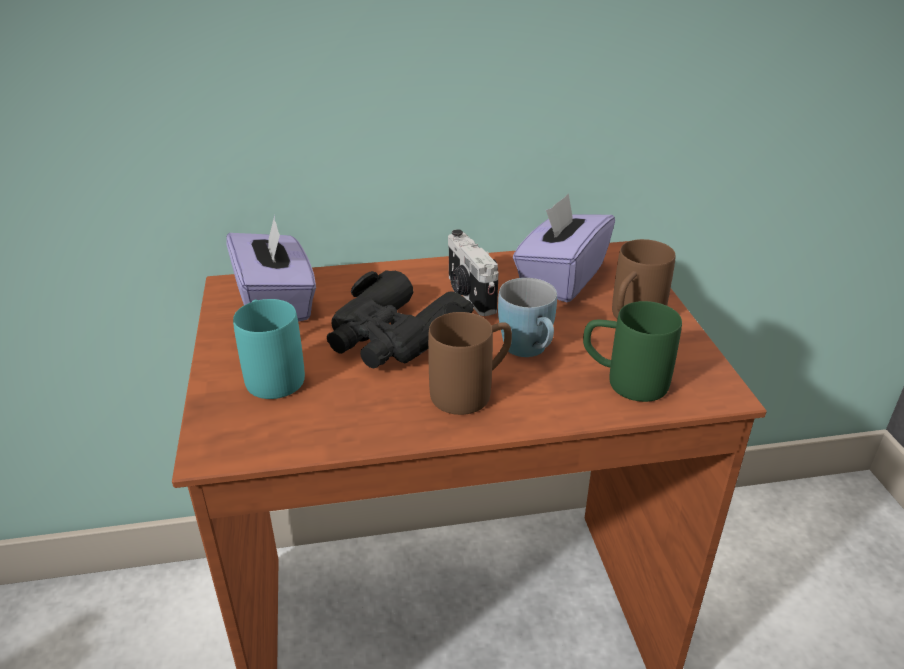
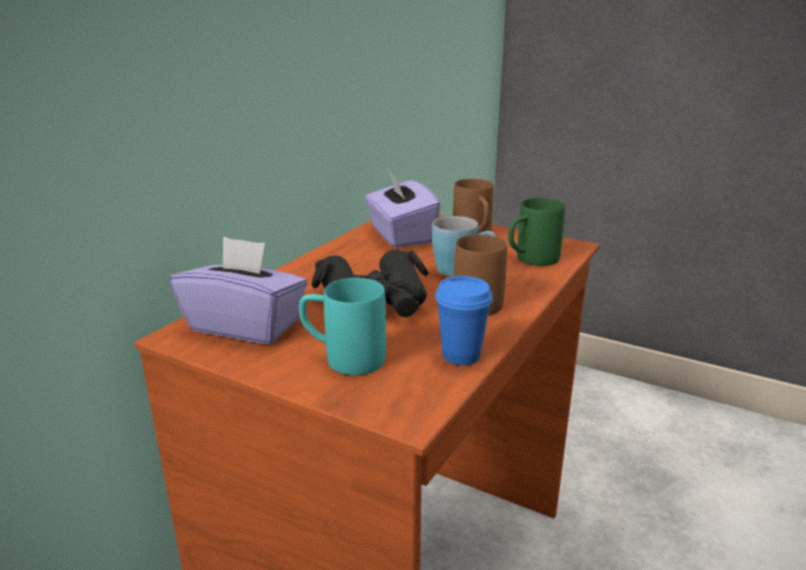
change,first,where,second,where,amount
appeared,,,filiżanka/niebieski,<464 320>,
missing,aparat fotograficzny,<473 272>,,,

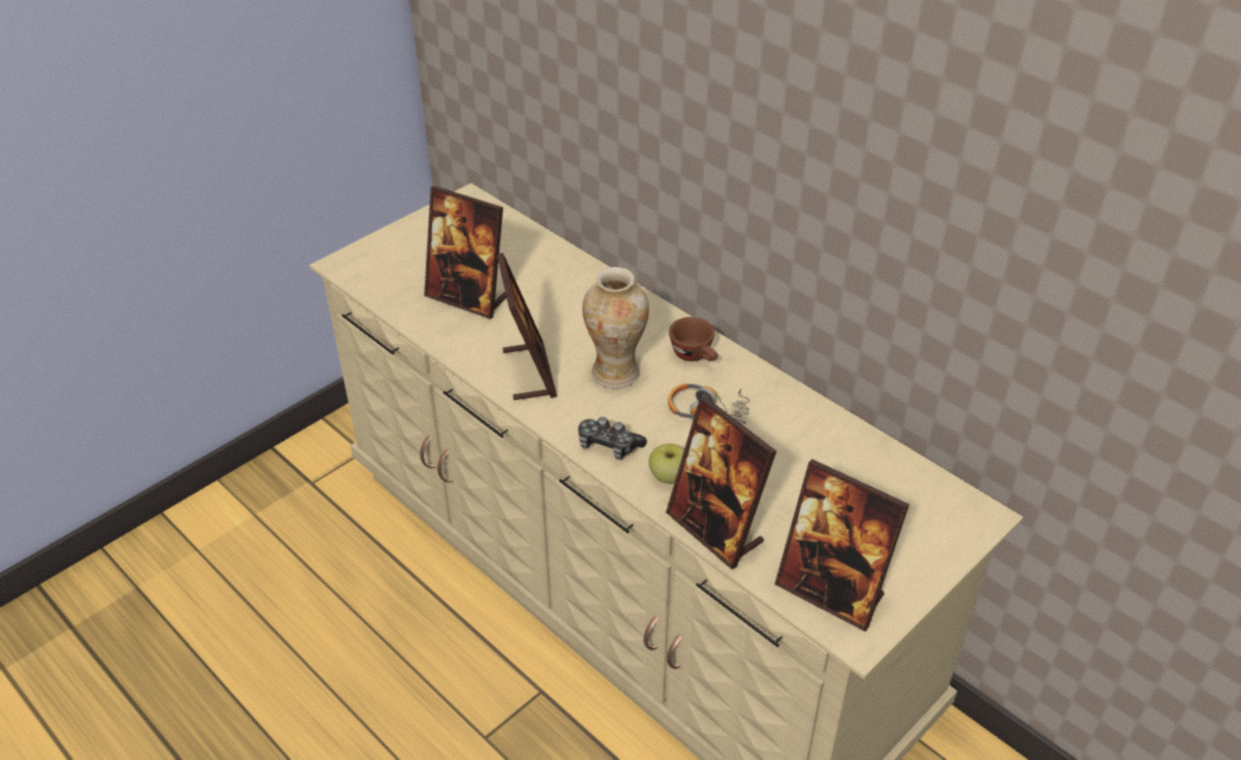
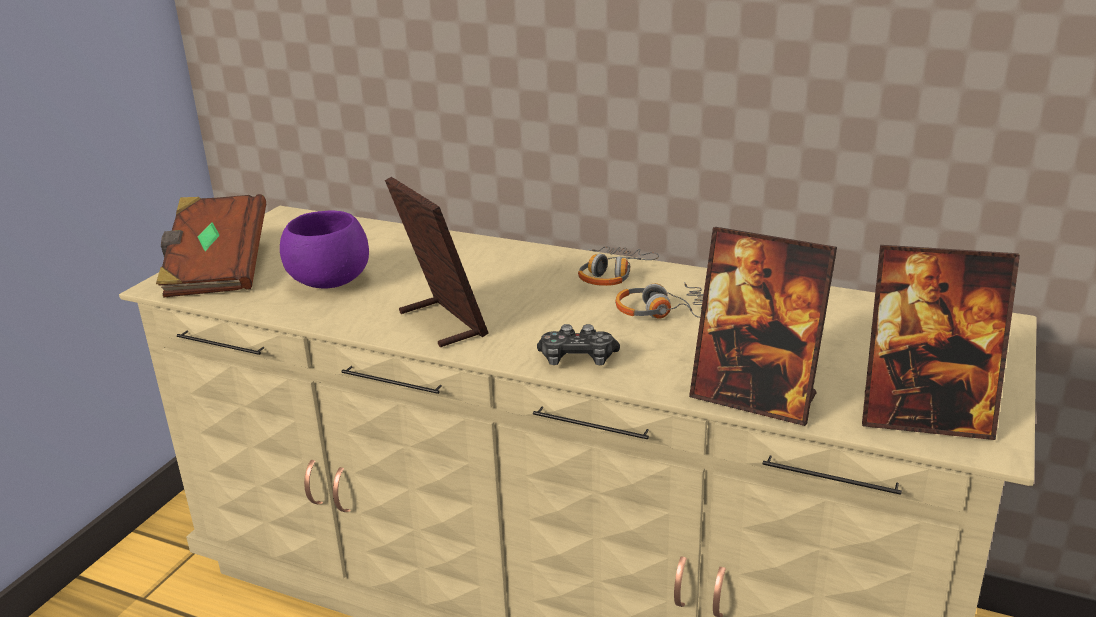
change,first,where,second,where,amount
appeared,,,książka/brązowy,<211 246>,
exchanged,ramka na zdjęcie,<465 252>,miska/fioletowy,<324 249>,
exchanged,filiżanka/brązowy,<693 339>,słuchawki,<618 266>,
missing,wazon,<615 328>,,,
missing,jabłko,<666 464>,,,

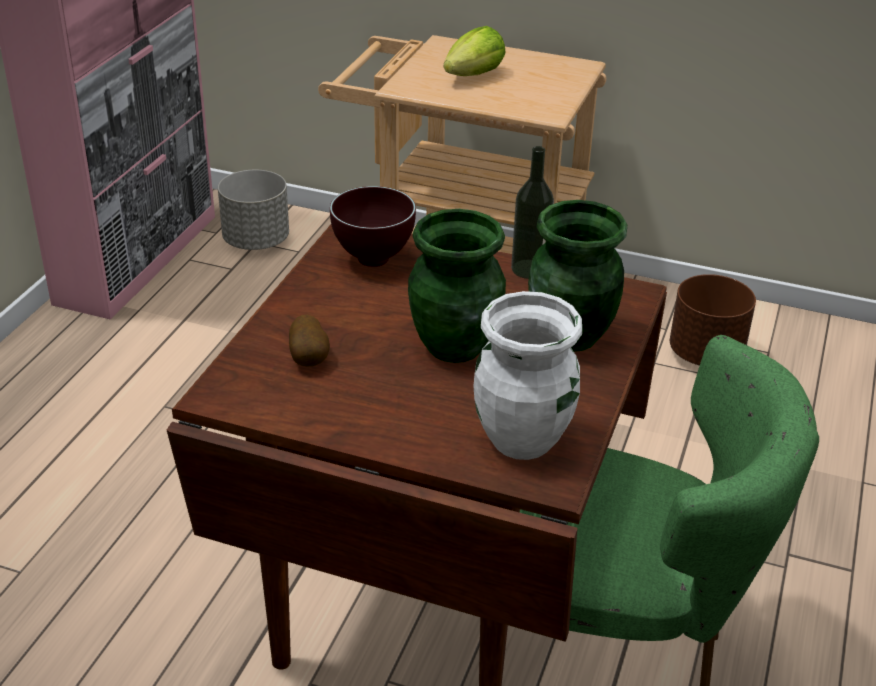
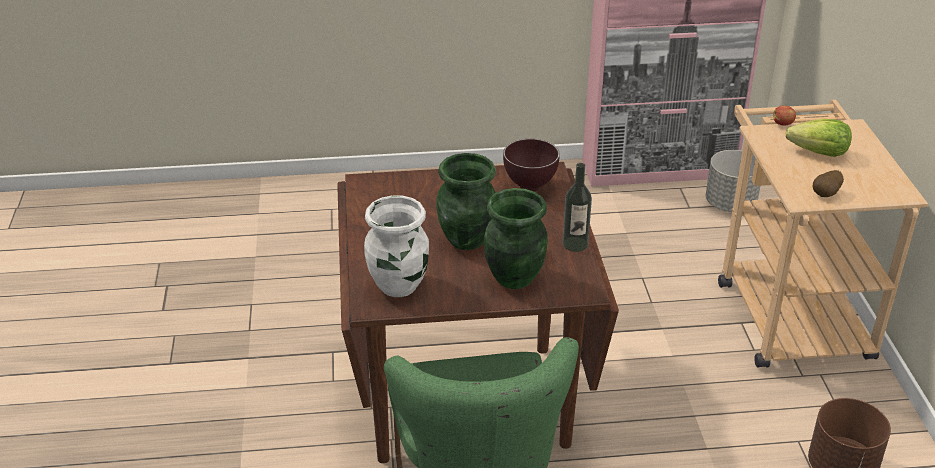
change,first,where,second,where,amount
appeared,,,jabłko,<784 116>,
relocated,ziemniak,<309 341>,,<828 183>,

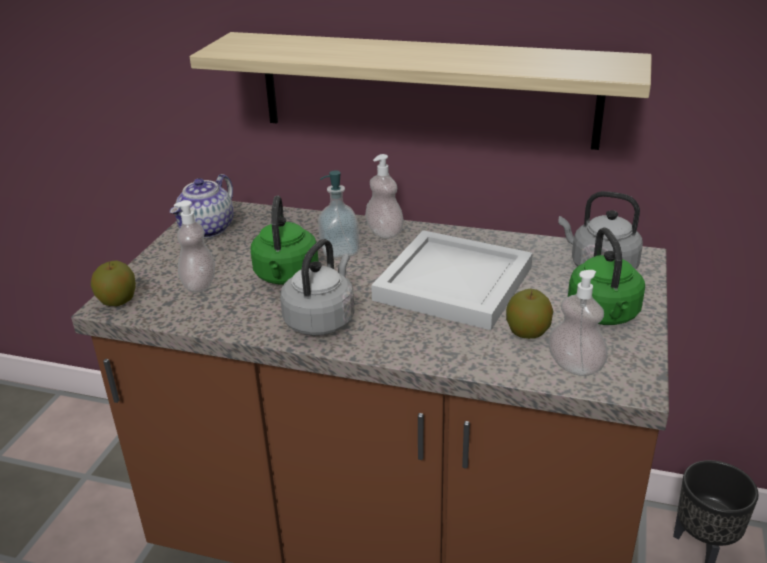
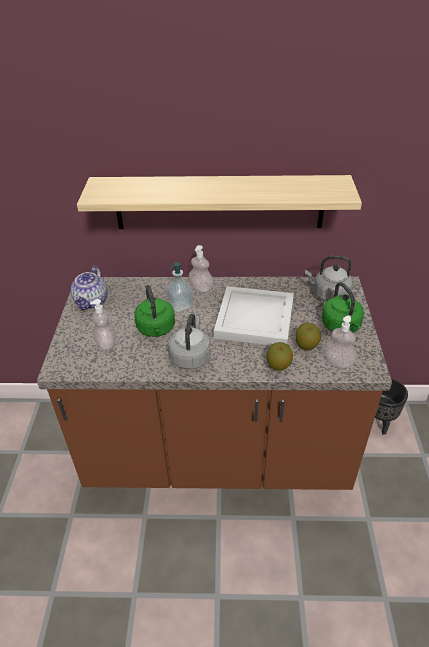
change,first,where,second,where,amount
relocated,jabłko,<113 283>,,<279 356>,

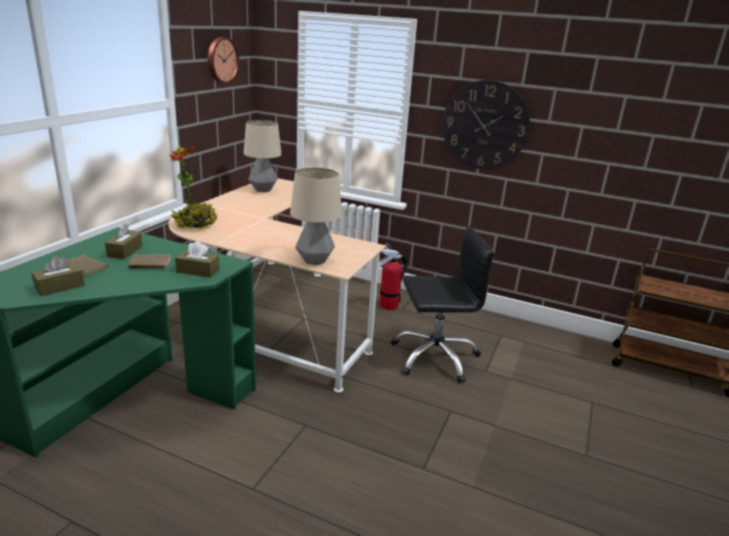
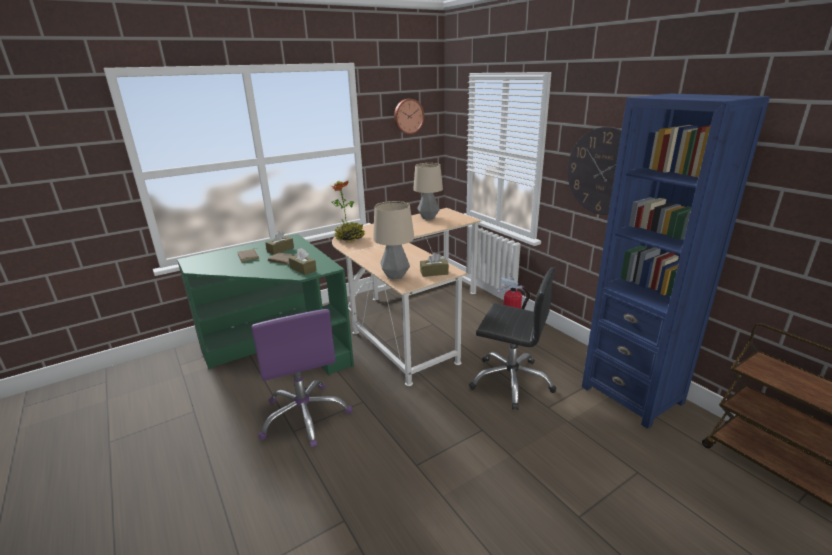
change,first,where,second,where,amount
appeared,,,krzesło biurowe/fioletowy,<302 378>,
relocated,pudełko chusteczek/brązowy,<58 276>,,<434 264>,
appeared,,,regał/niebieski,<676 261>,

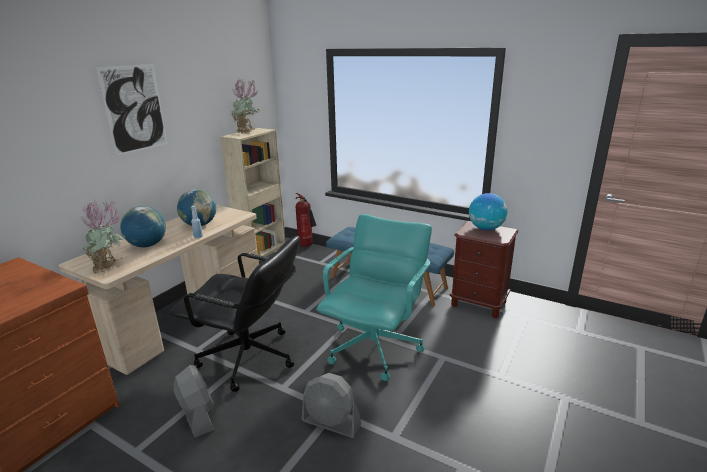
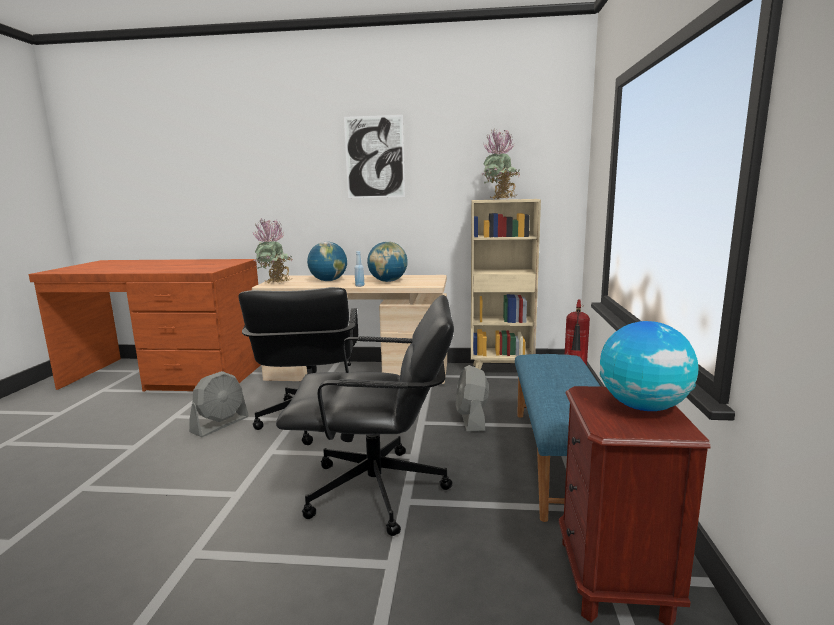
change,first,where,second,where,amount
colour,krzesło biurowe/turkusowy,<374 297>,krzesło biurowe/czarny,<365 415>,
relocated,wentylator/szary,<331 405>,,<472 398>,

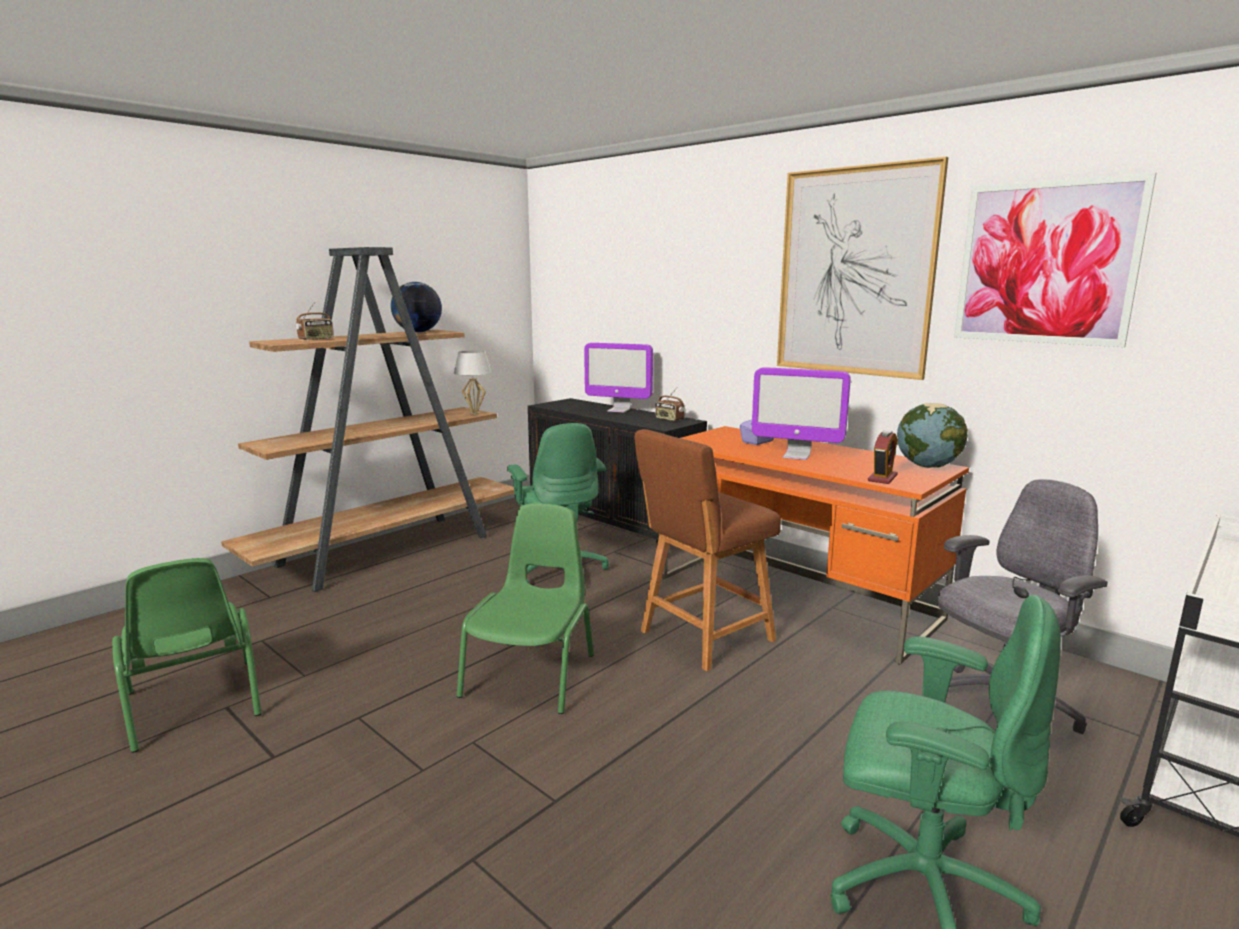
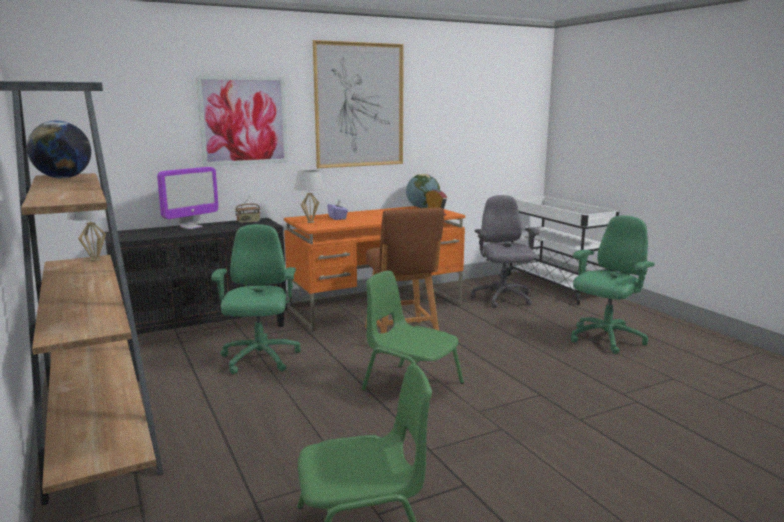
change,first,where,second,where,amount
relocated,obraz,<1055 259>,,<242 120>,
spun,krzesło biurowe/zielony,<558 503>,,<256 299>,90 degrees counterclockwise
appeared,,,lampa stołowa/biały,<309 196>,
missing,radio,<315 321>,,,
missing,monitor,<801 413>,,,

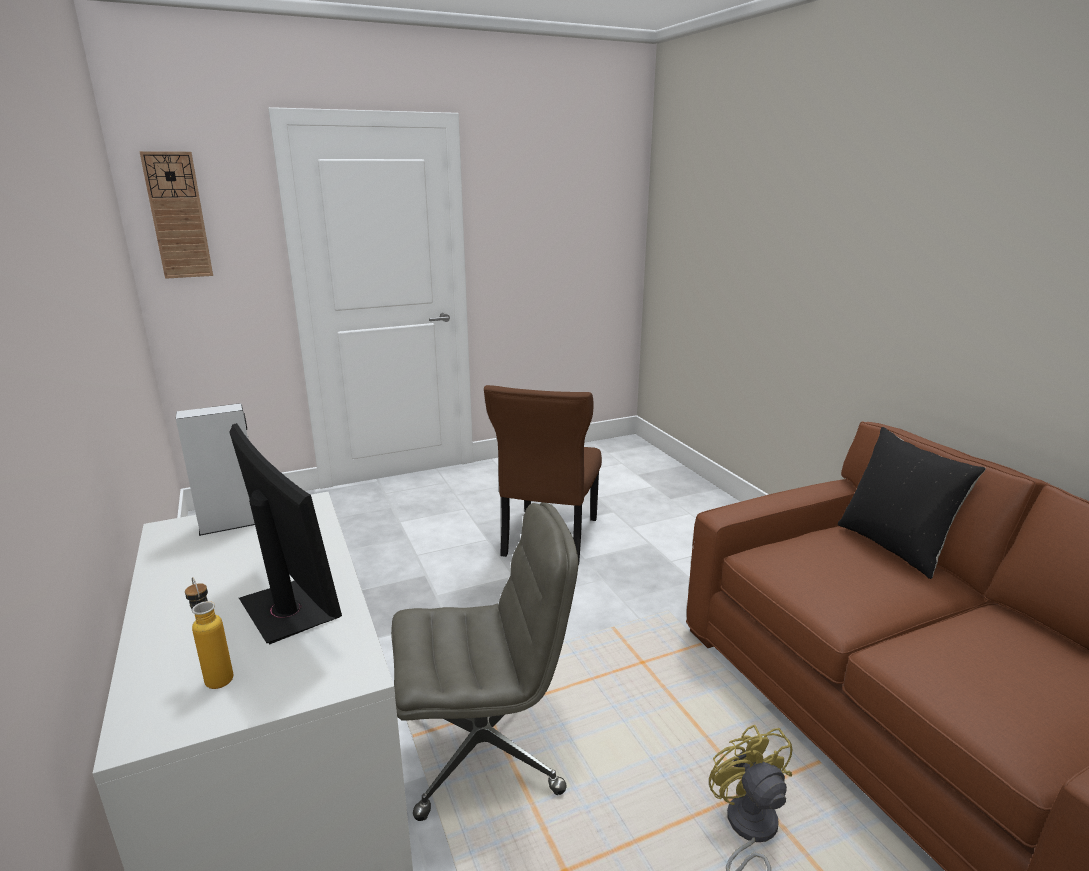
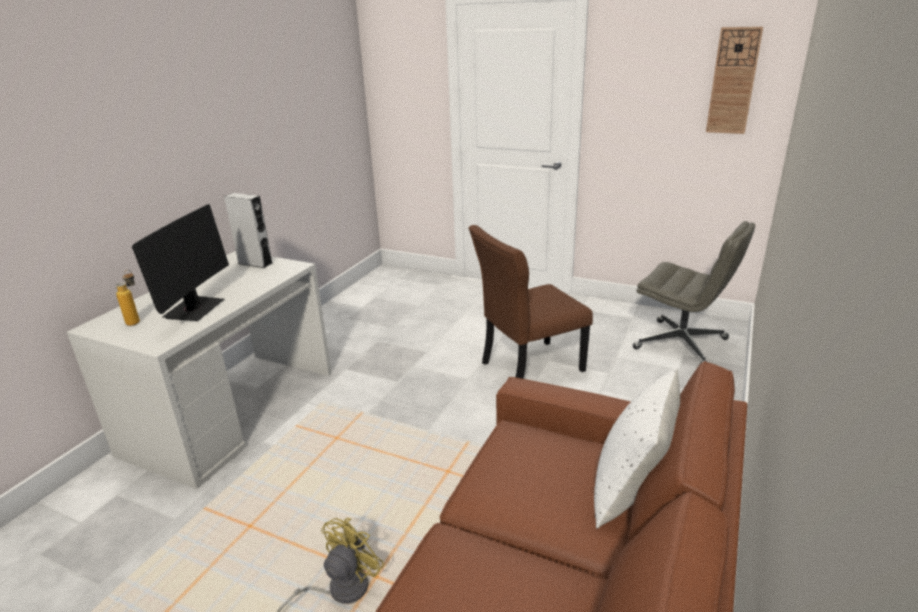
change,first,where,second,where,amount
colour,poduszka/czarny,<912 503>,poduszka/biały,<637 448>,
relocated,krzesło biurowe/szary,<484 661>,,<694 292>,
relocated,zegar ścienny,<176 215>,,<734 80>,

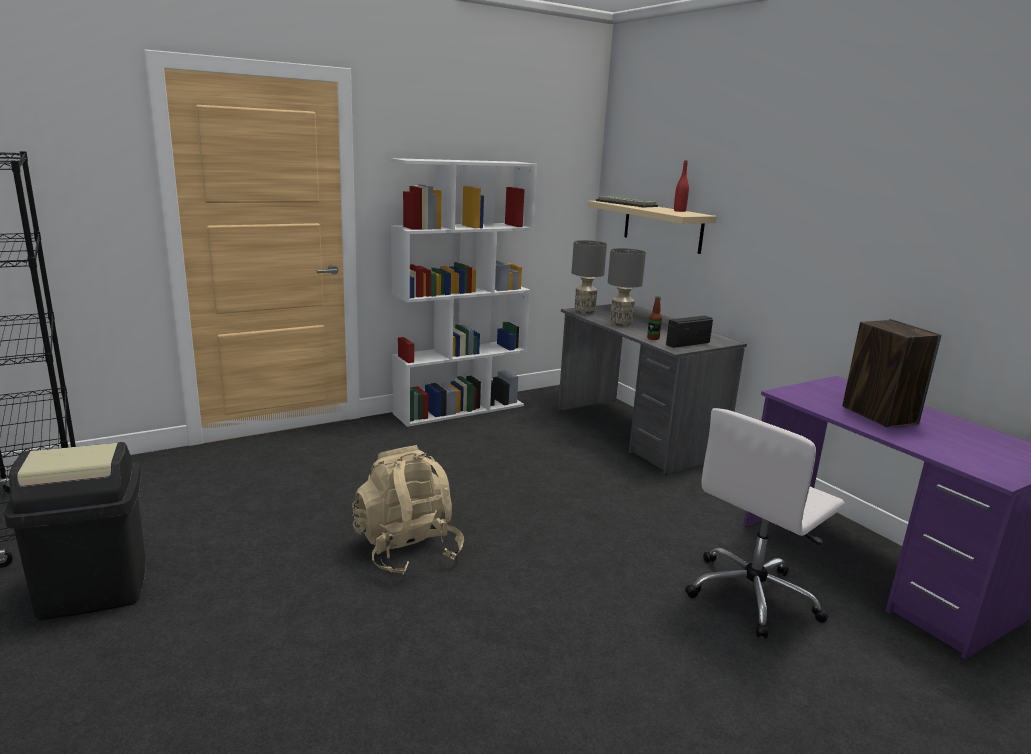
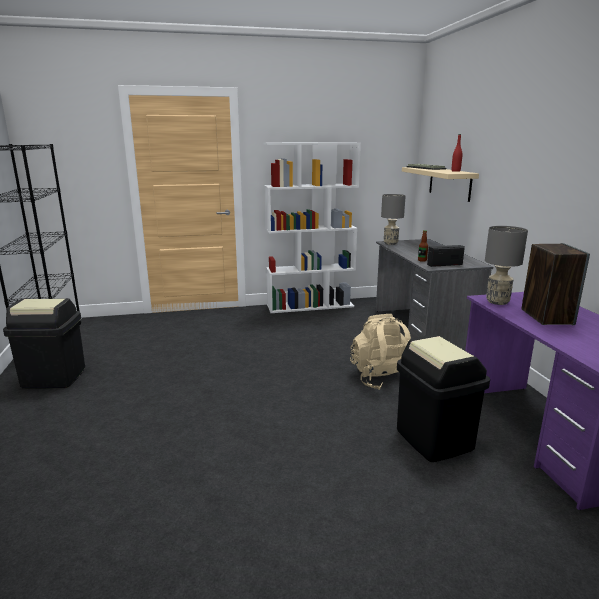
change,first,where,second,where,amount
relocated,plecak/beżowy,<408 510>,,<380 352>,
exchanged,krzesło biurowe/biały,<765 523>,kosz na śmieci/czarny,<443 398>,
relocated,lampa stołowa/szary,<627 287>,,<506 265>,

